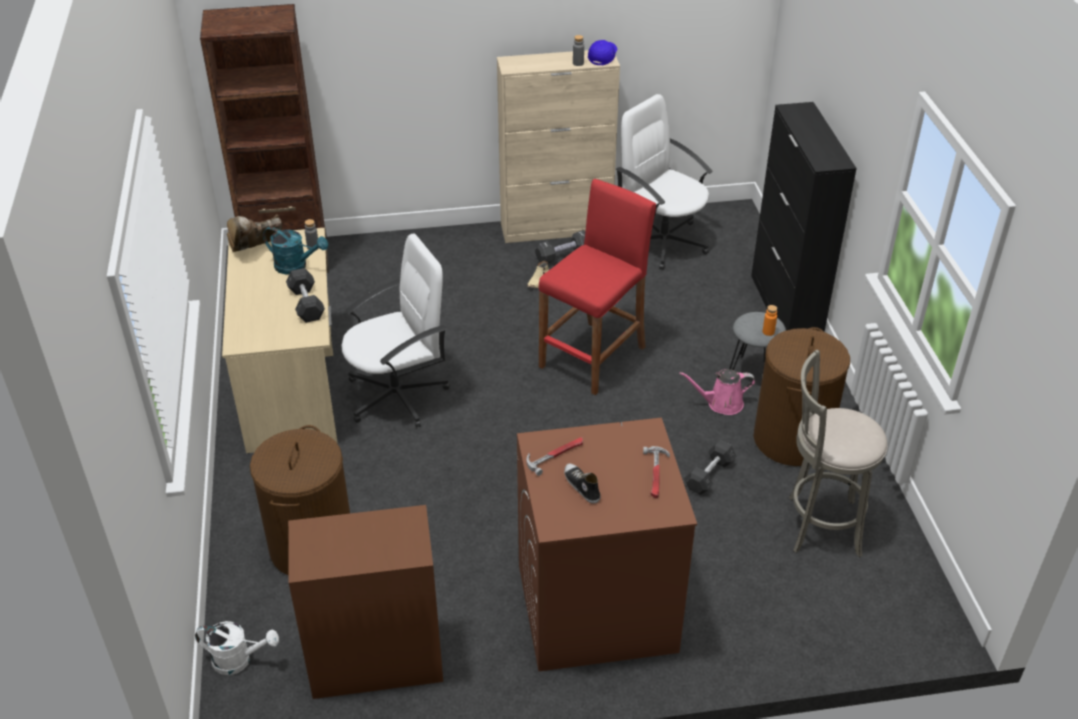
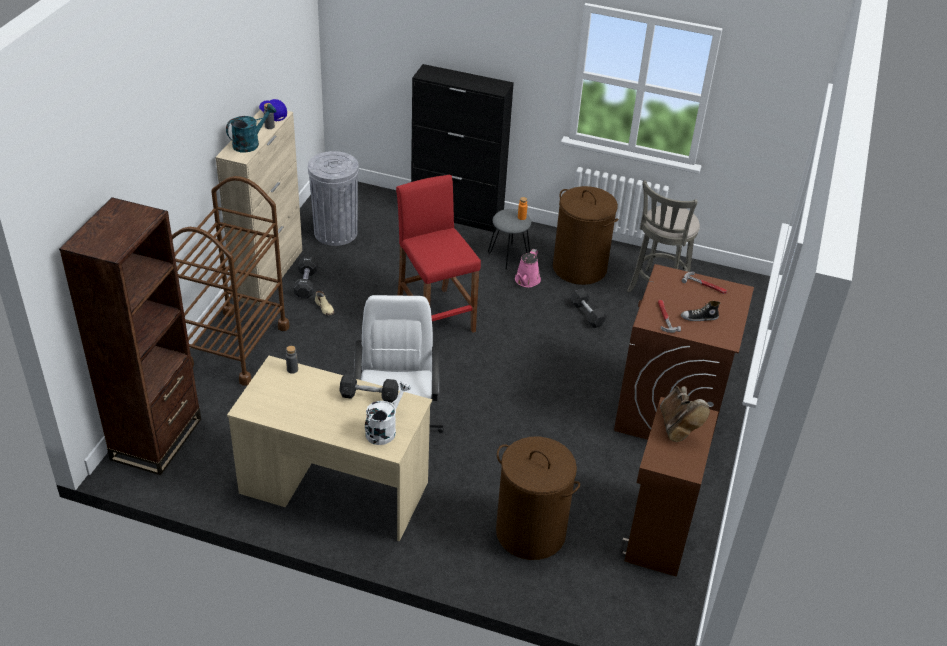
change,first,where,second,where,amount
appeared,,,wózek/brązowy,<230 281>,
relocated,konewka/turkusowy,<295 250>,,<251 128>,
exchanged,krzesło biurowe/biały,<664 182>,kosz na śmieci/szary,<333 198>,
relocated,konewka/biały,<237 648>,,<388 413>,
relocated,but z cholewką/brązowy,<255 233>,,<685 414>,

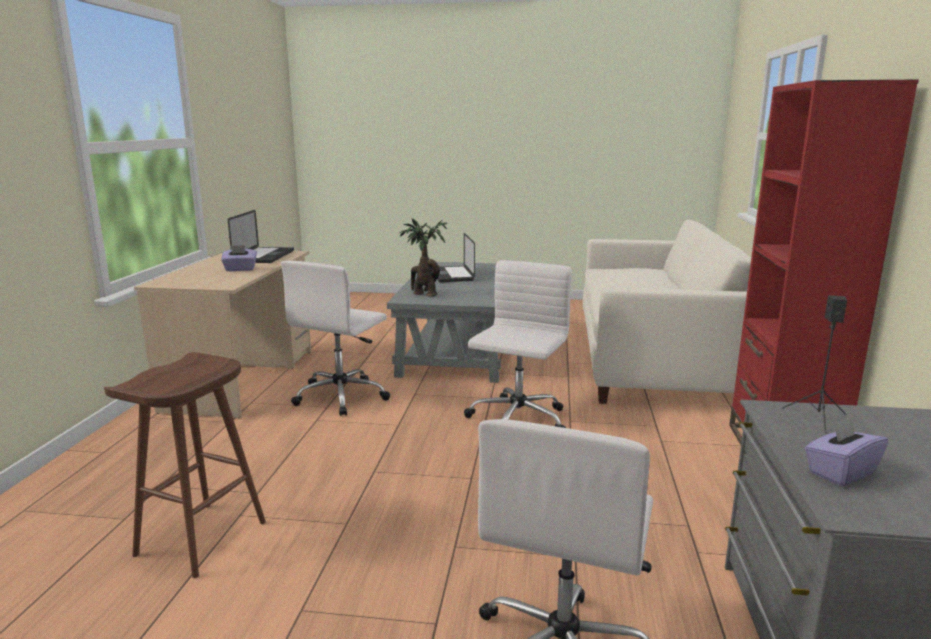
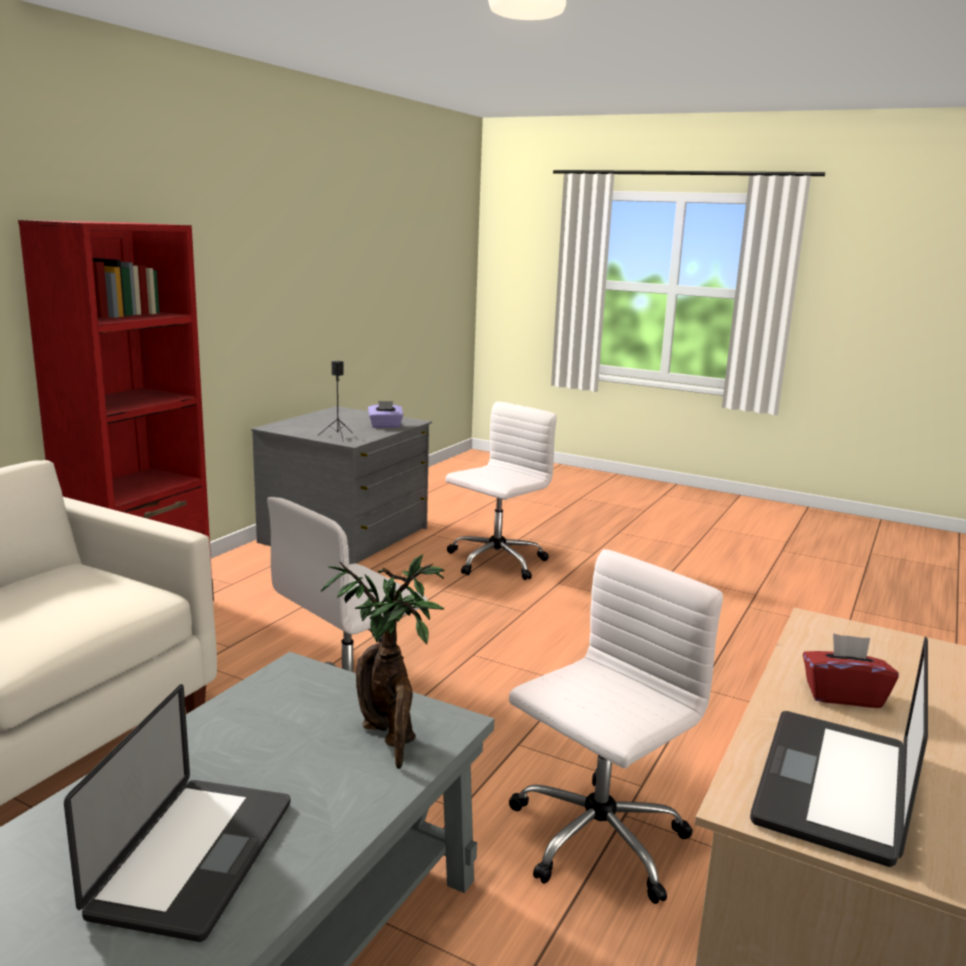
change,first,where,second,where,amount
colour,pudełko chusteczek/fioletowy,<239 258>,pudełko chusteczek/czerwony,<851 670>,
missing,stołek/brązowy,<185 465>,,,

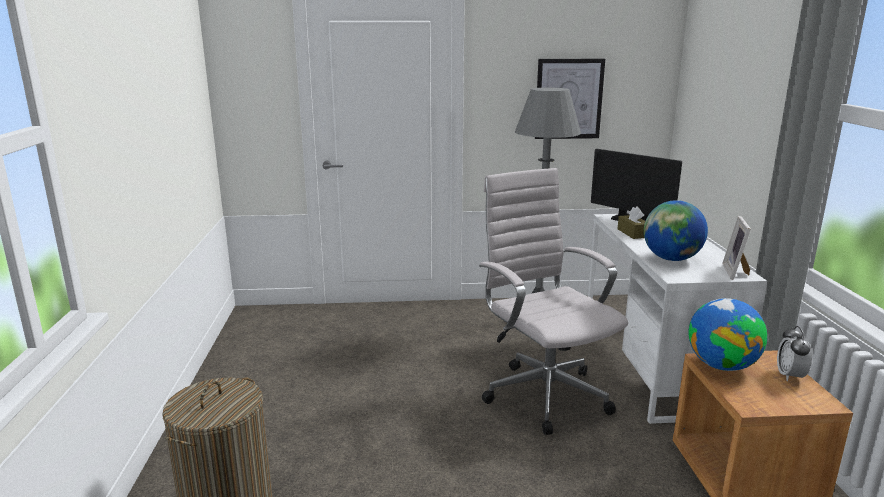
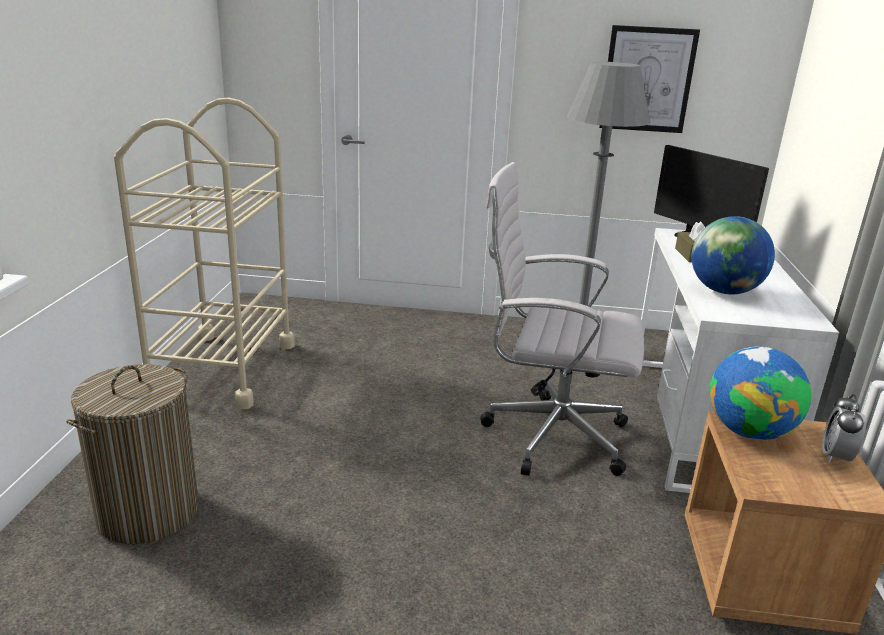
change,first,where,second,where,amount
appeared,,,wózek/beżowy,<204 253>,
spun,krzesło biurowe/biały,<553 301>,,<562 319>,60 degrees counterclockwise
missing,ramka na zdjęcie,<736 248>,,,

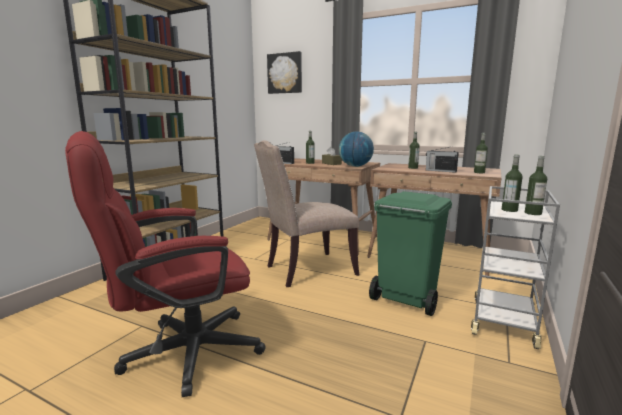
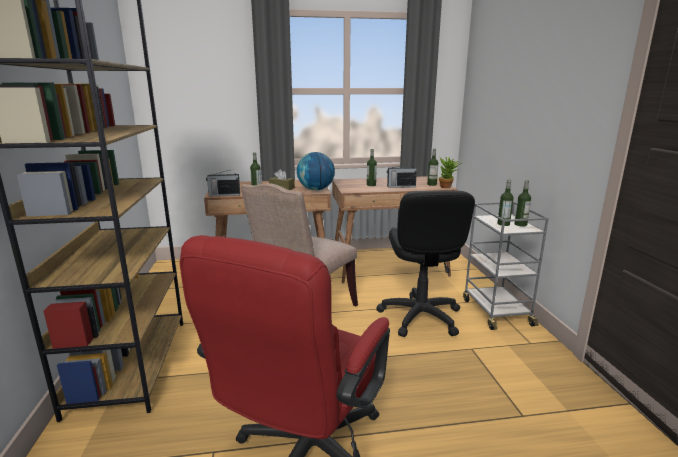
change,first,where,second,where,amount
exchanged,kosz na śmieci/zielony,<410 253>,krzesło biurowe/czarny,<425 264>,
appeared,,,roślina doniczkowa,<450 172>,
missing,obraz,<284 72>,,,

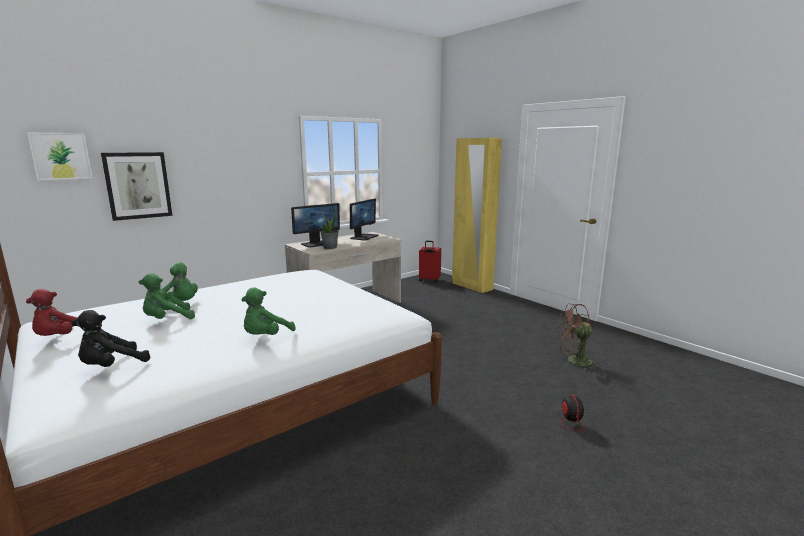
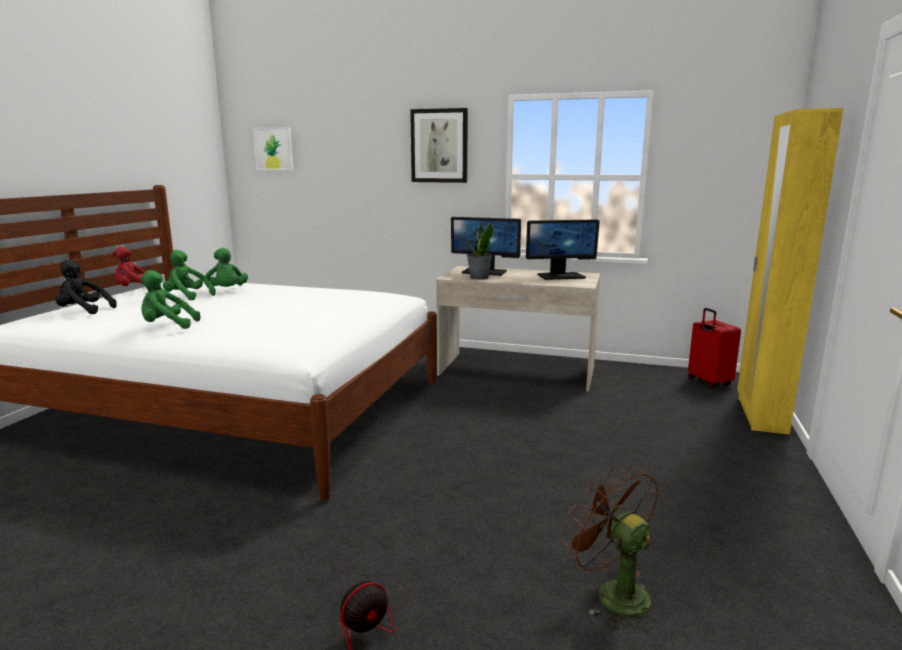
change,first,where,second,where,amount
relocated,obraz,<136 186>,,<439 145>,

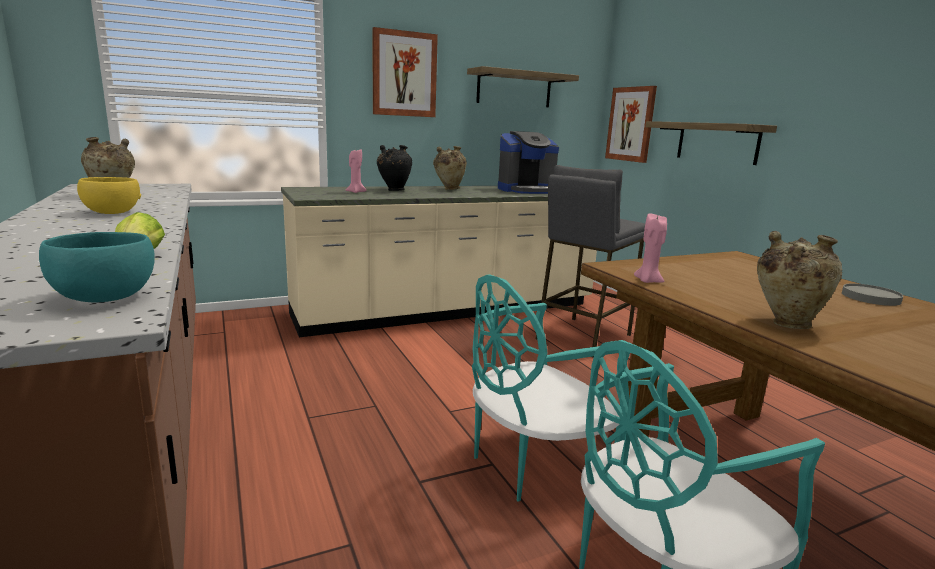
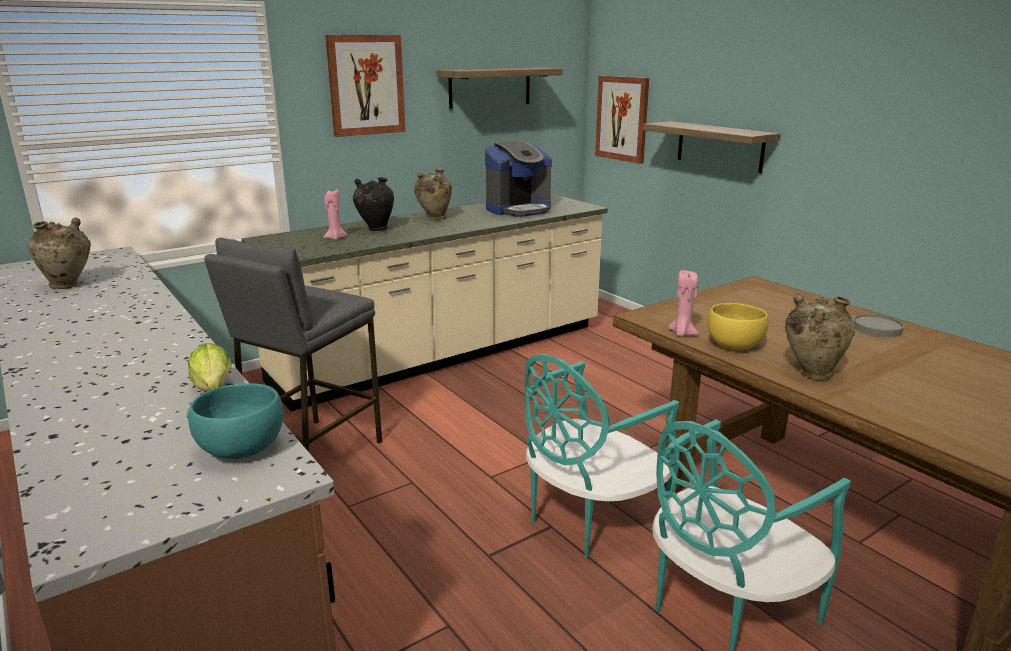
change,first,where,second,where,amount
relocated,stołek/szary,<590 261>,,<293 345>,
relocated,miska/żółty,<109 195>,,<738 326>,

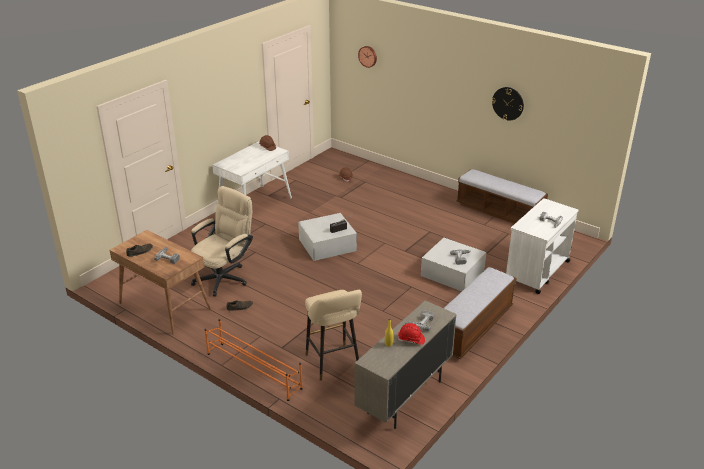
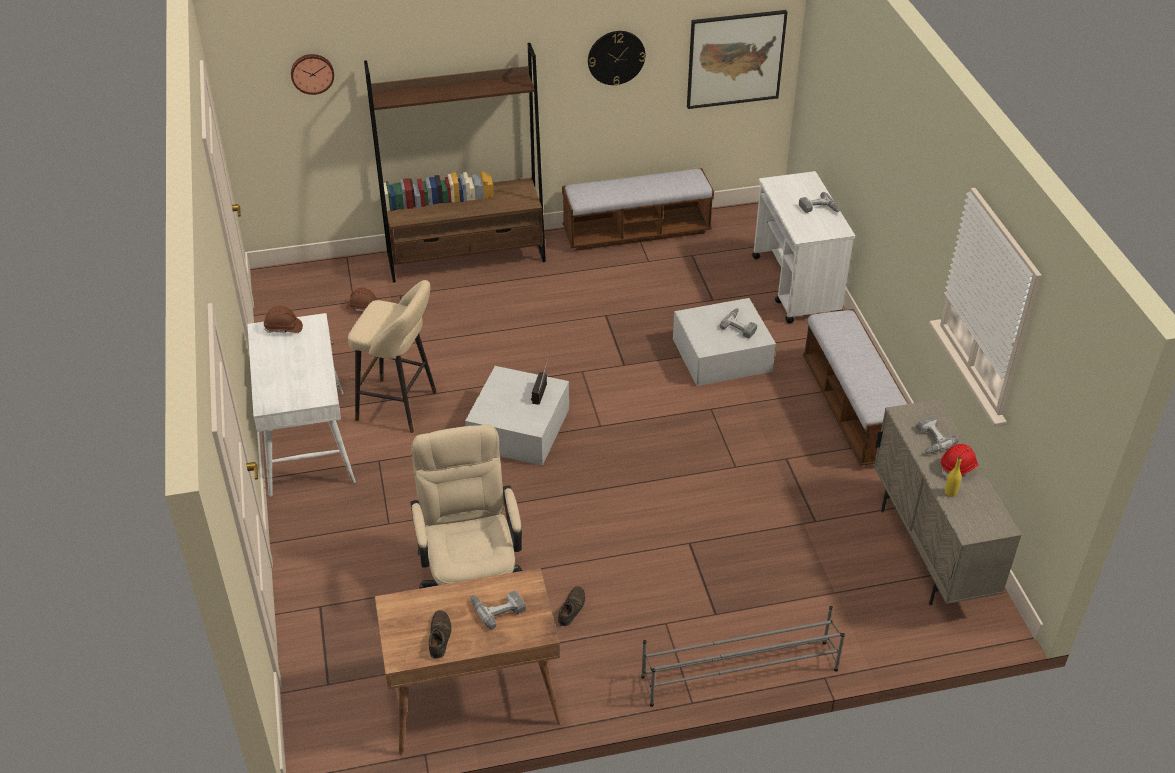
change,first,where,second,where,amount
relocated,stołek/beżowy,<333 335>,,<392 356>,
appeared,,,regał/brązowy,<455 162>,
colour,regał na buty/pomarańczowy,<253 360>,regał na buty/szary,<743 656>,
appeared,,,obraz,<737 59>,

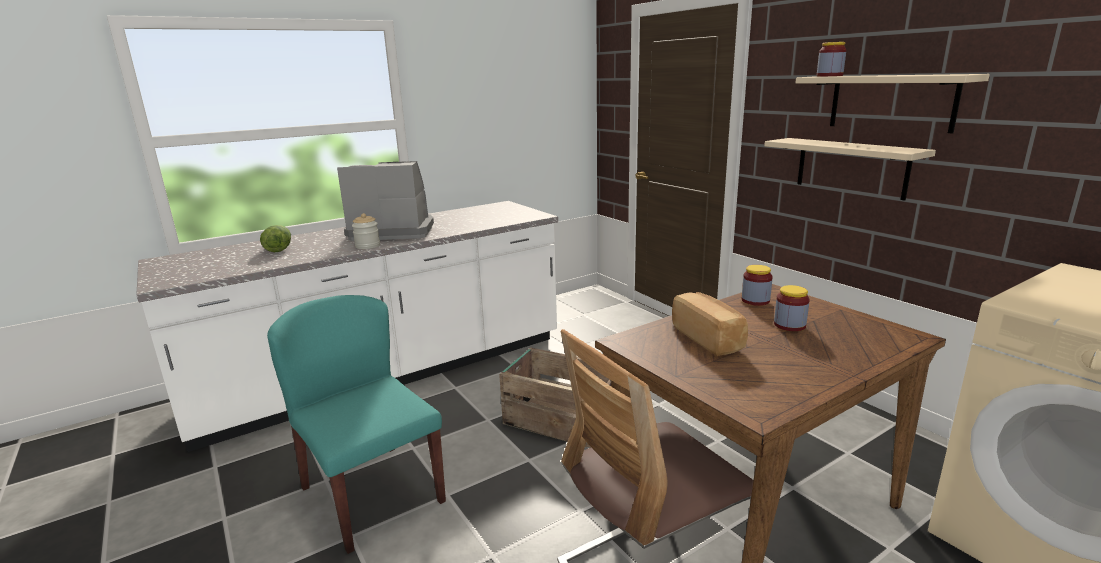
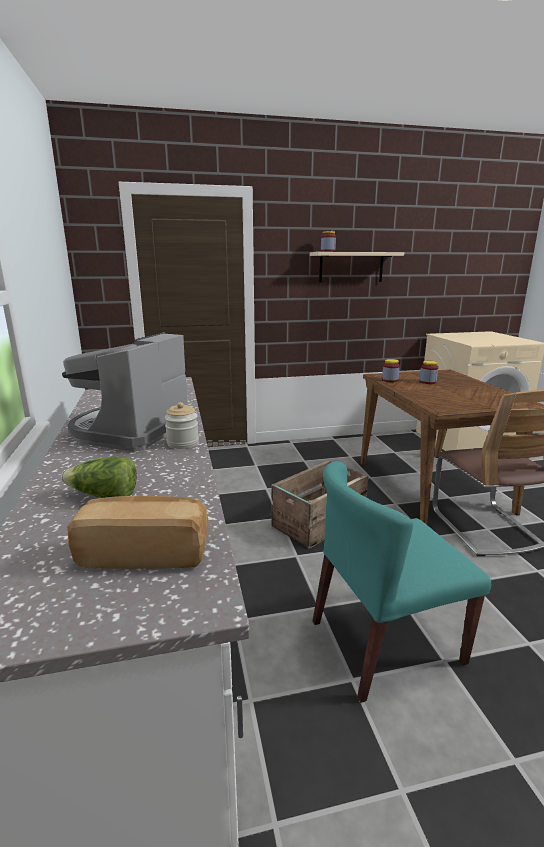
change,first,where,second,where,amount
relocated,chleb,<710 324>,,<138 532>,
missing,półka/beżowy,<850 169>,,,

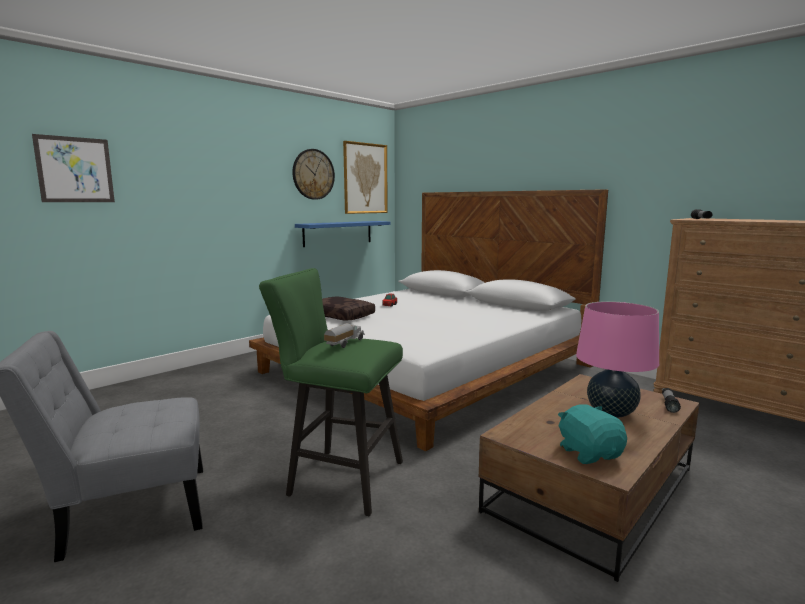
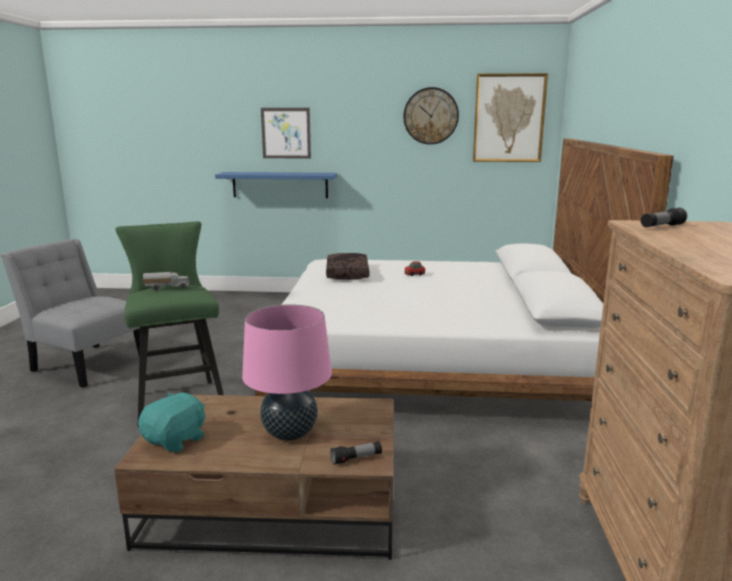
change,first,where,second,where,amount
relocated,półka/niebieski,<342 234>,,<276 185>,
relocated,obraz,<73 168>,,<286 133>,

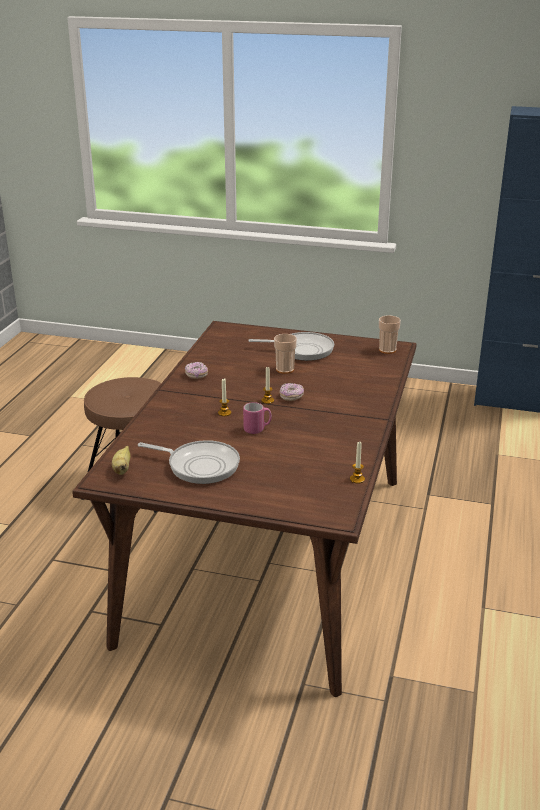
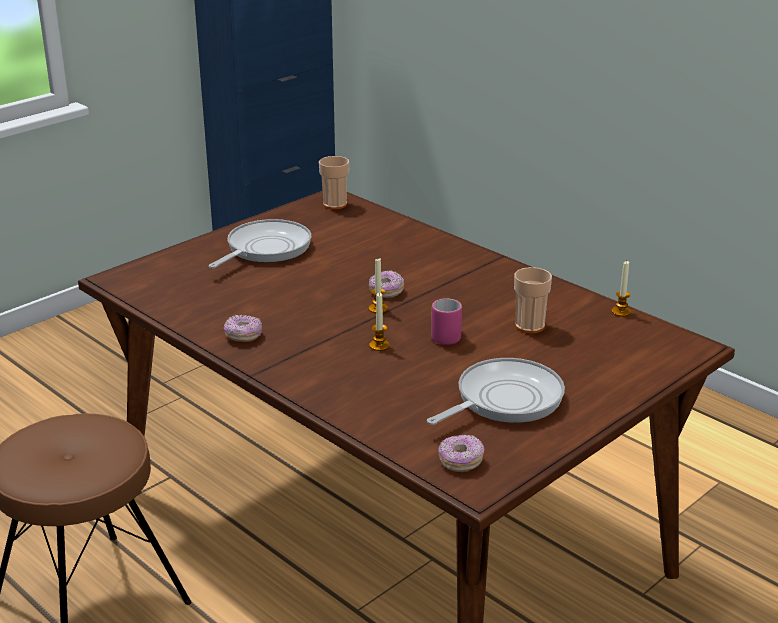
change,first,where,second,where,amount
exchanged,banan,<121 460>,donut,<461 453>,
relocated,filiżanka,<285 354>,,<533 300>,

